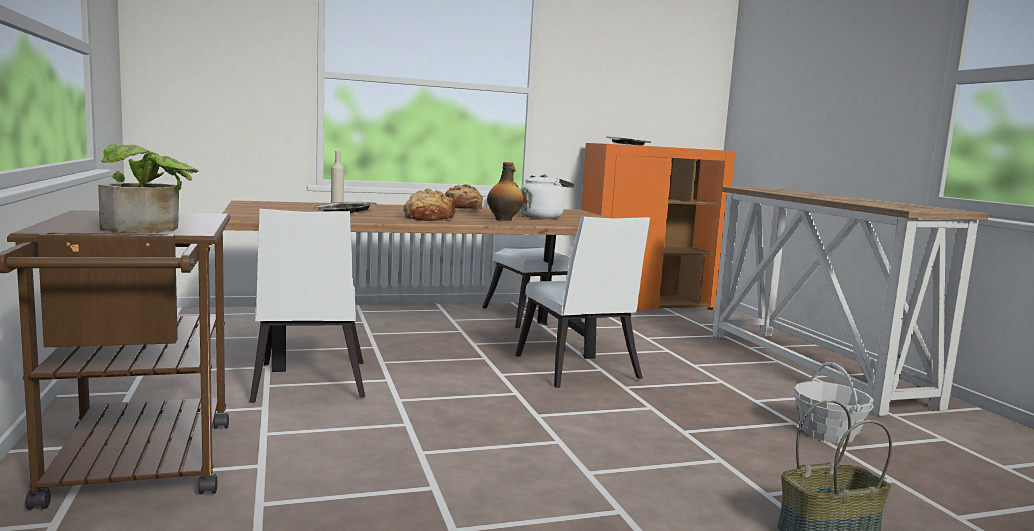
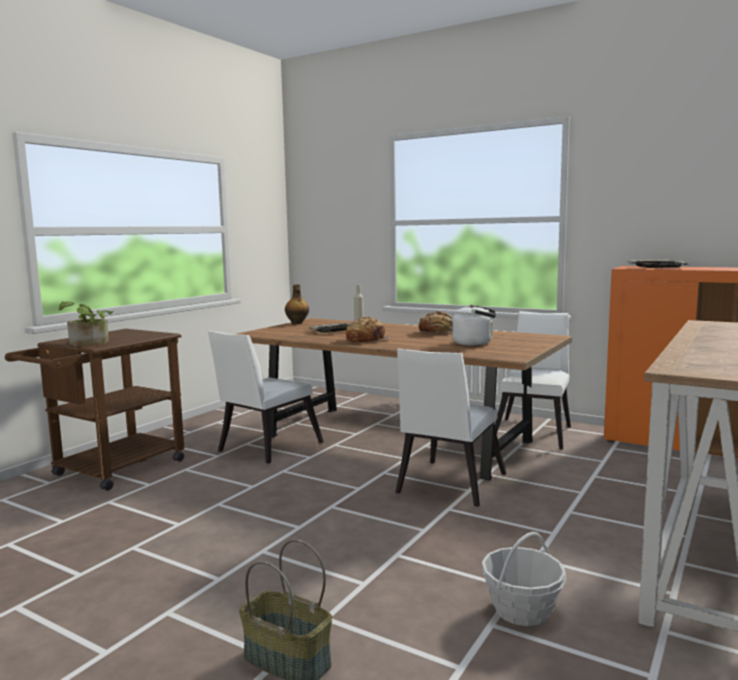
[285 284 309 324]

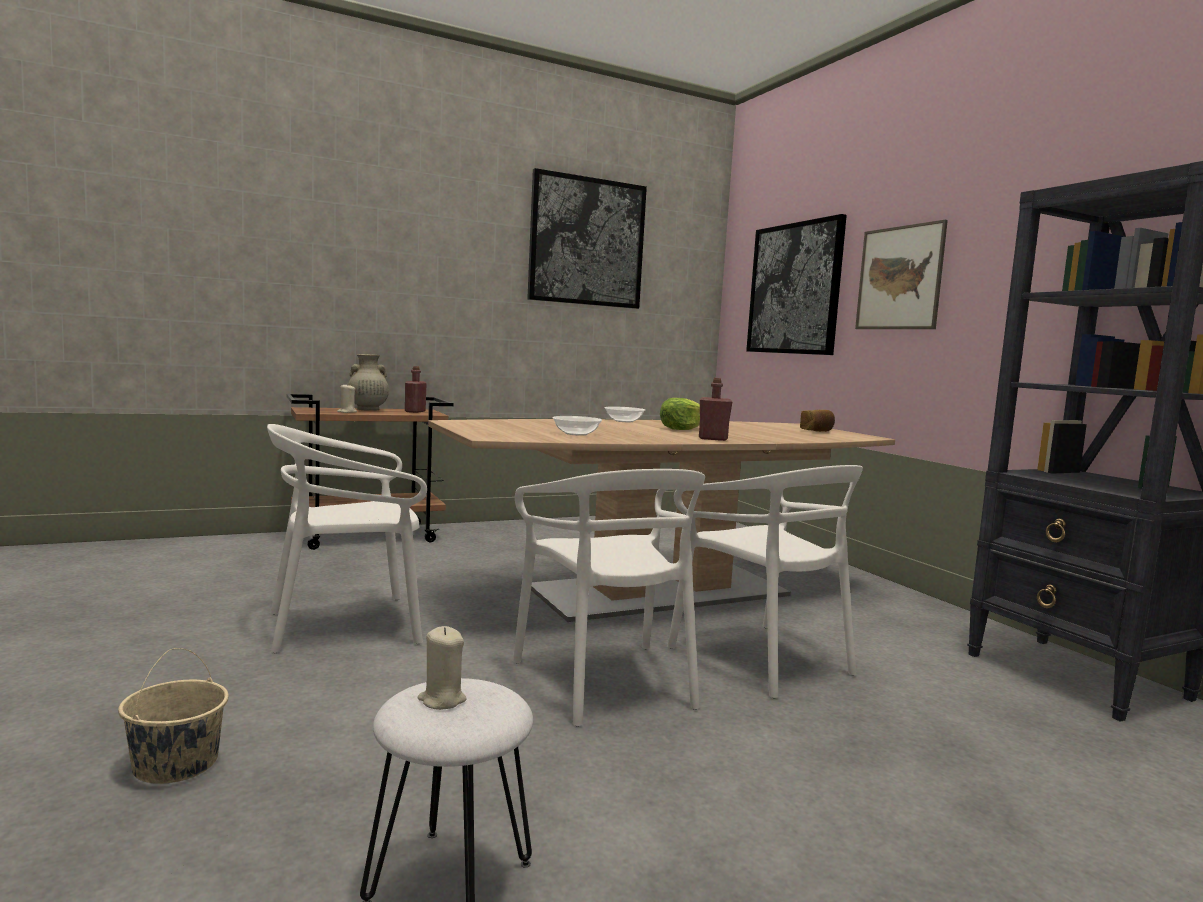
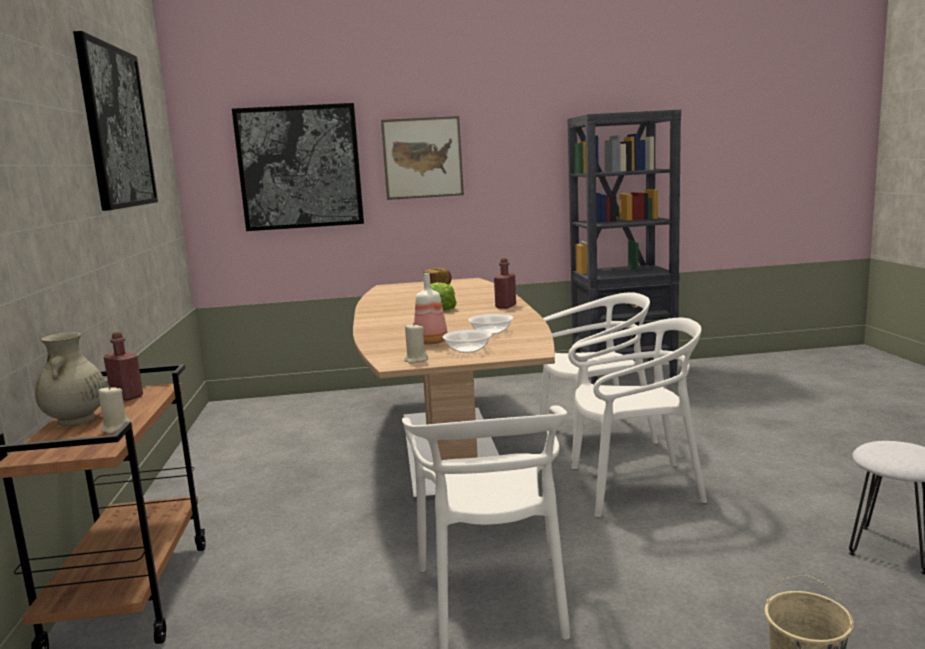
[404 323 428 364]
[443 329 492 353]
[414 273 447 345]

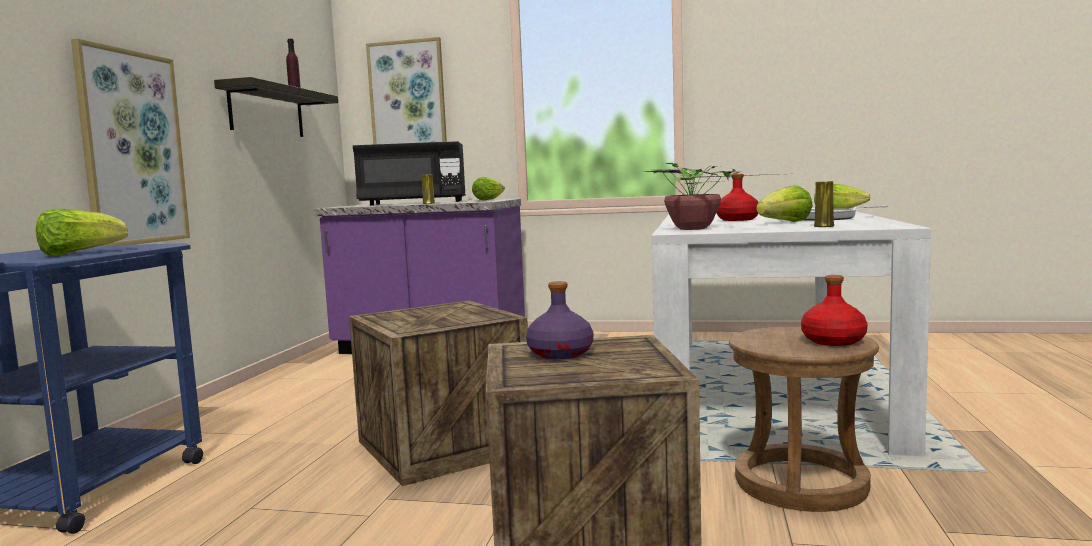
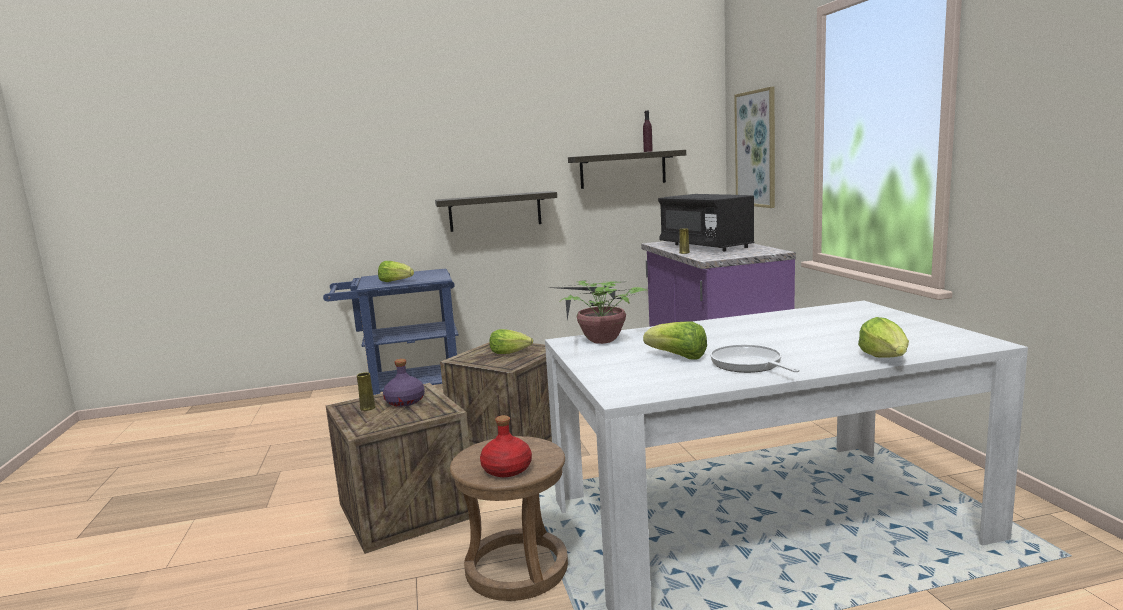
[435 191 557 232]
[489 329 533 354]
[716 174 758 221] (first image)
[357 372 376 411]

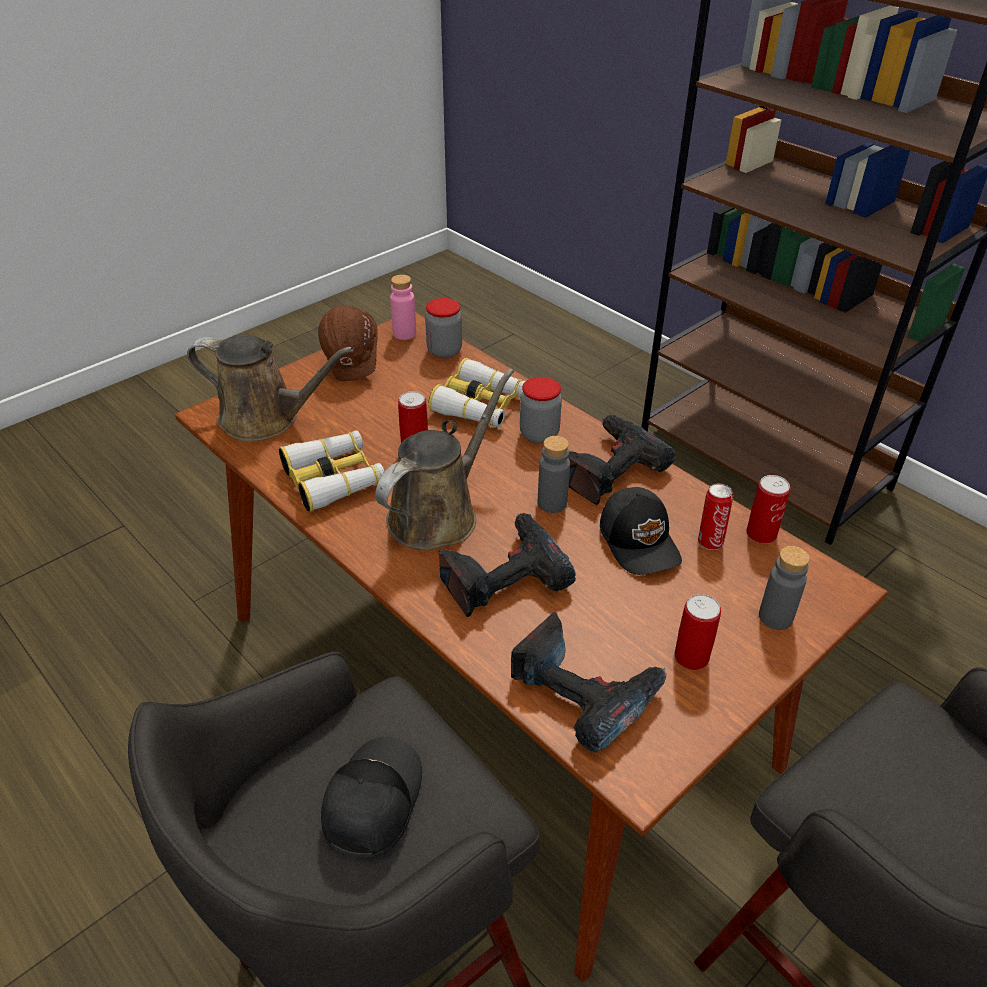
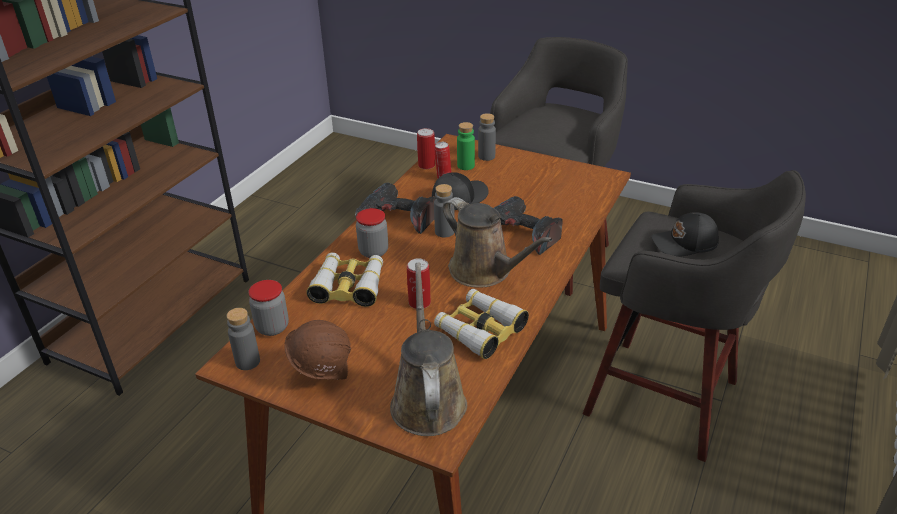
[443 197 553 288]
[227 308 260 370]
[511 612 667 753] (first image)
[674 594 721 670] (first image)
[457 122 475 170]

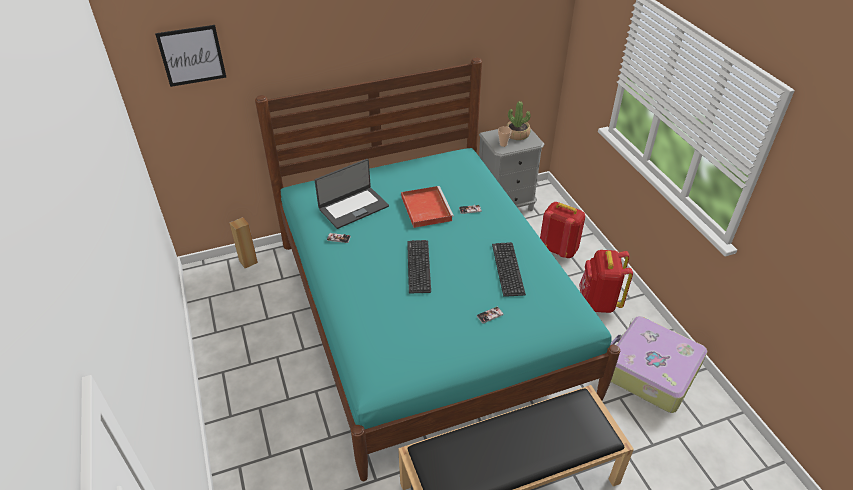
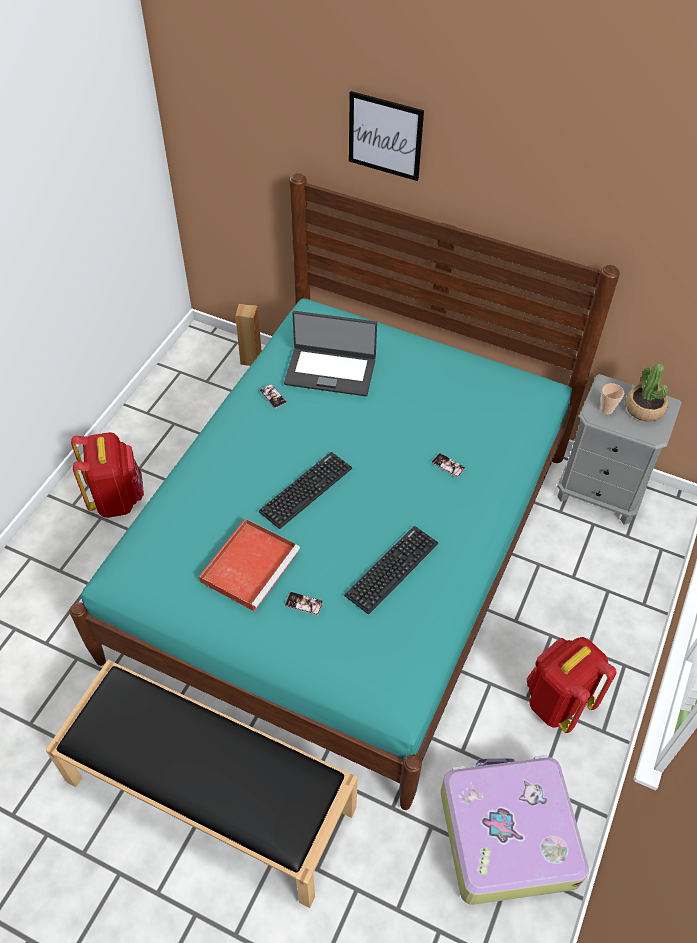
[349 91 424 181]
[199 519 300 612]
[71 432 144 518]

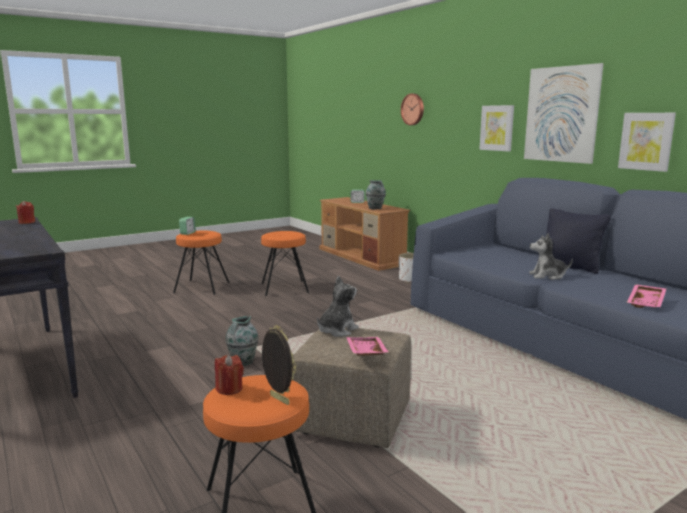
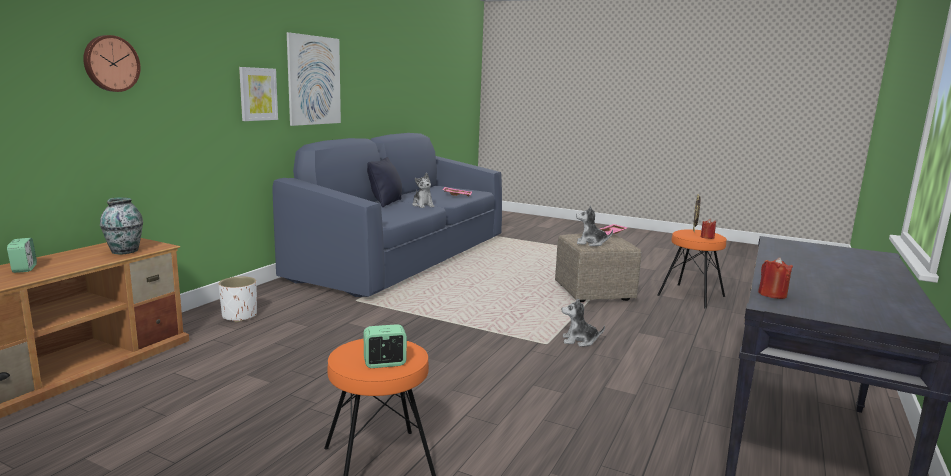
[562 298 605 347]
[261 231 309 296] (first image)
[618 113 676 172] (first image)

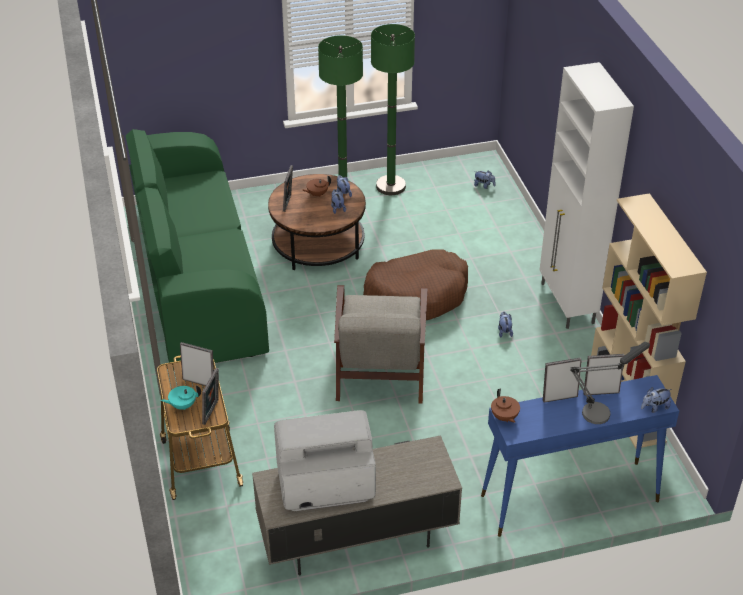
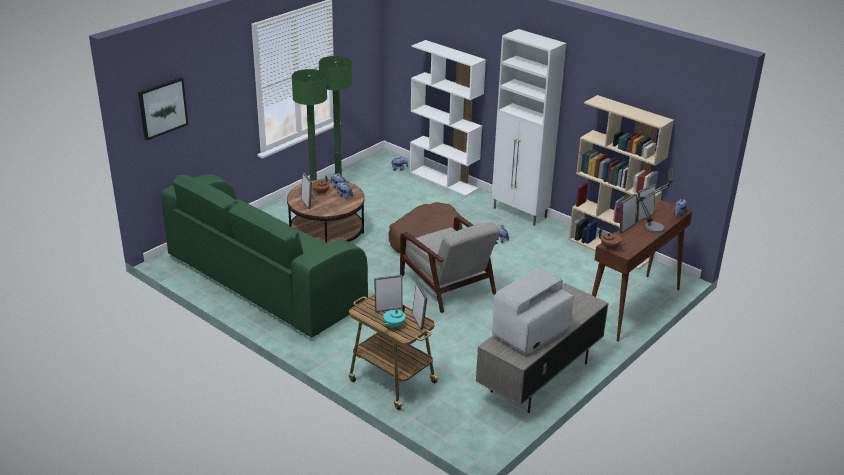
[592 200 692 342]
[138 77 188 140]
[410 40 486 196]

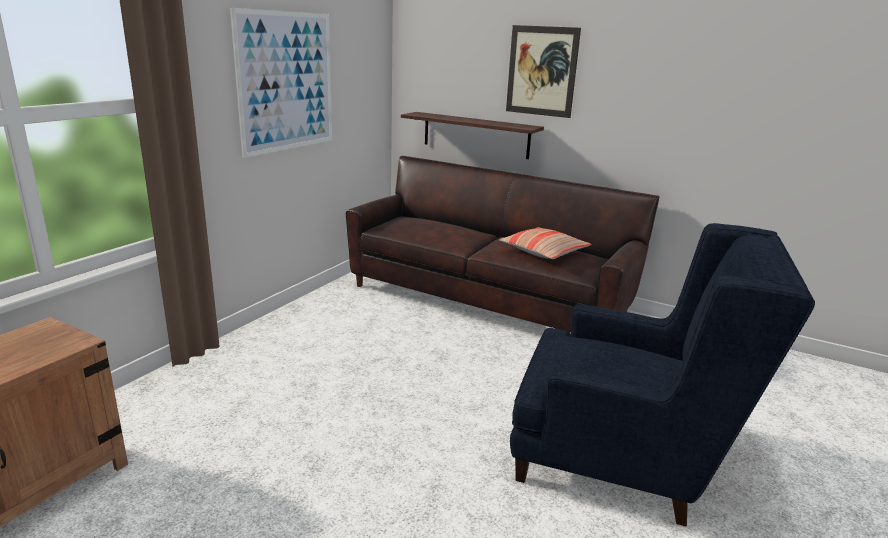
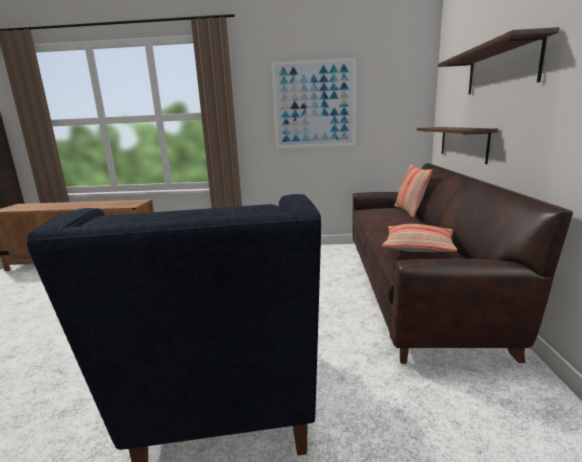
[438 27 559 95]
[394 164 433 217]

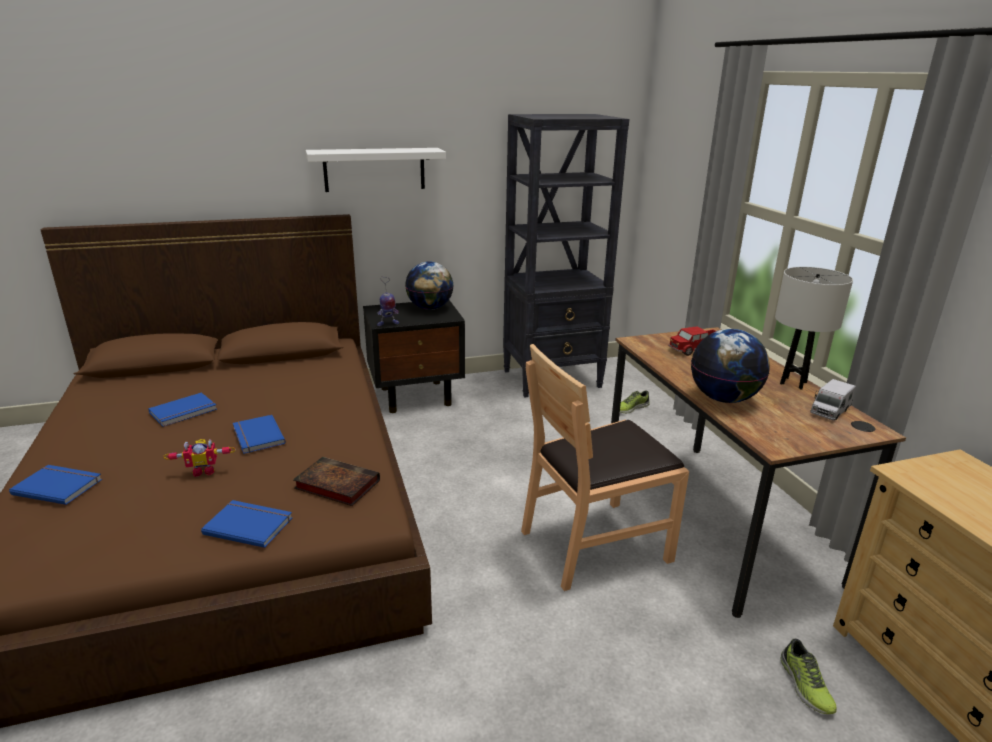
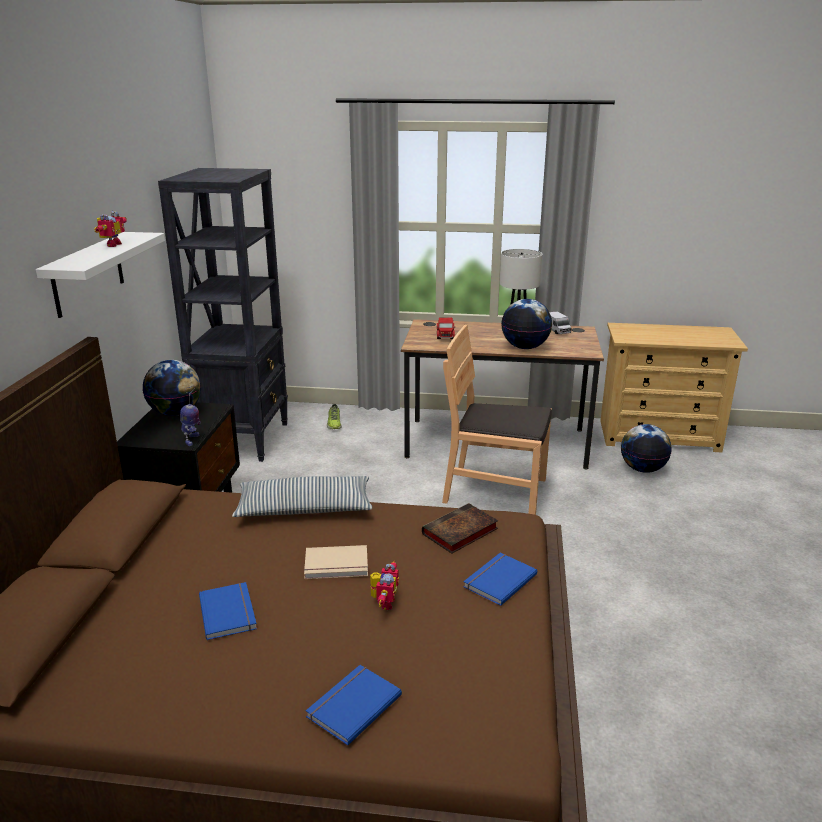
[304 545 368 579]
[442 325 552 515]
[621 424 672 473]
[94 211 127 247]
[232 476 372 517]

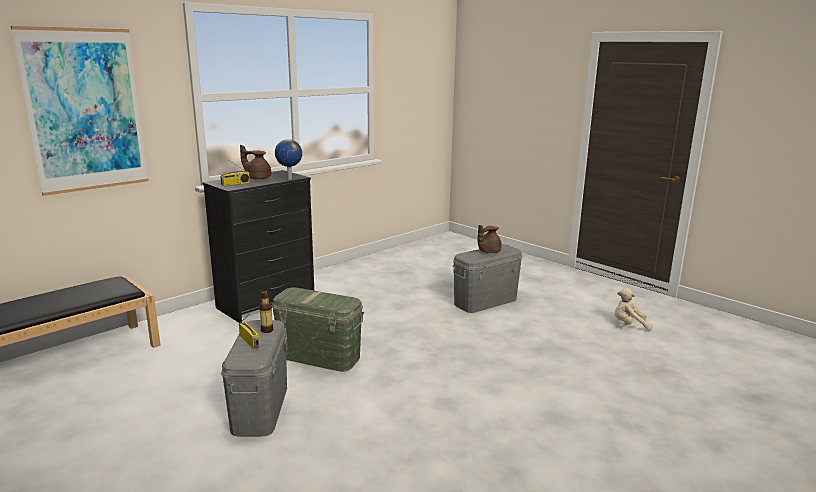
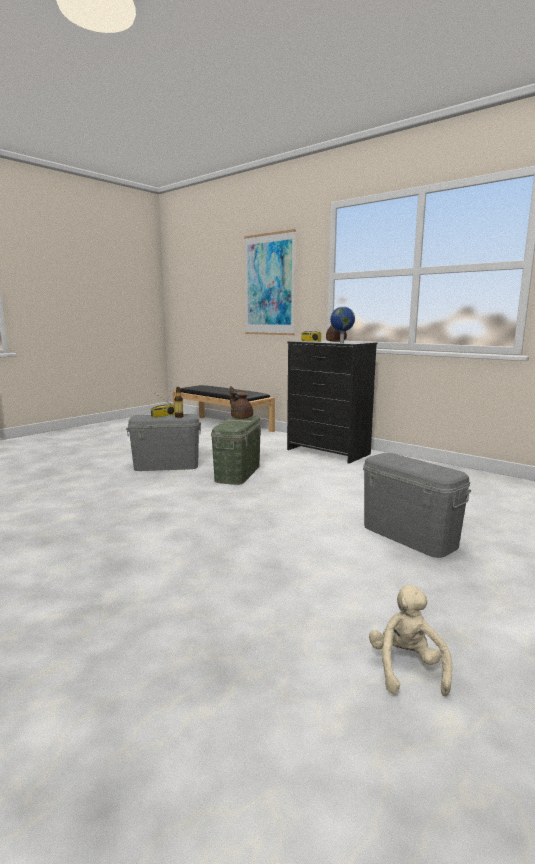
[230 386 253 419]

